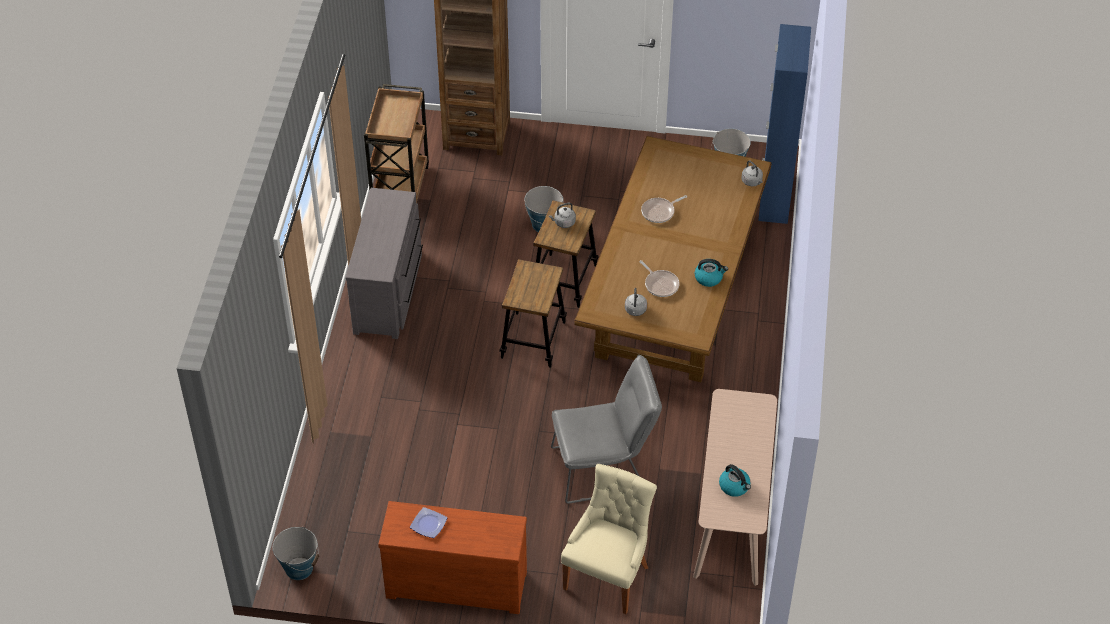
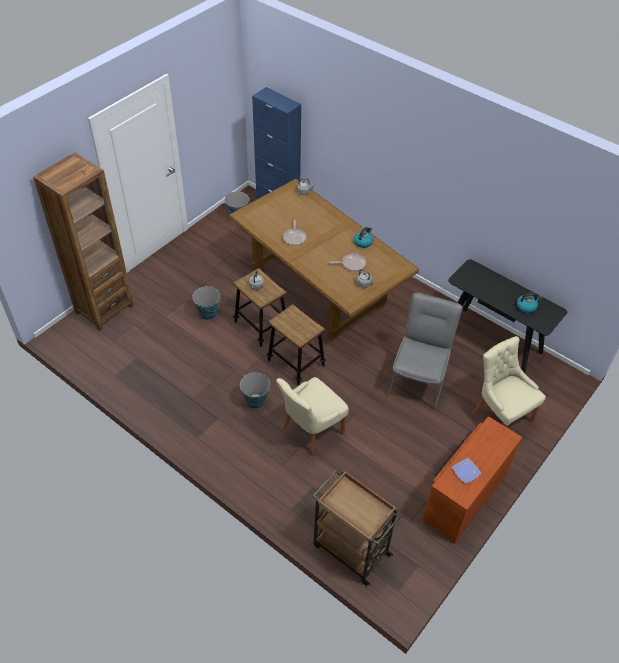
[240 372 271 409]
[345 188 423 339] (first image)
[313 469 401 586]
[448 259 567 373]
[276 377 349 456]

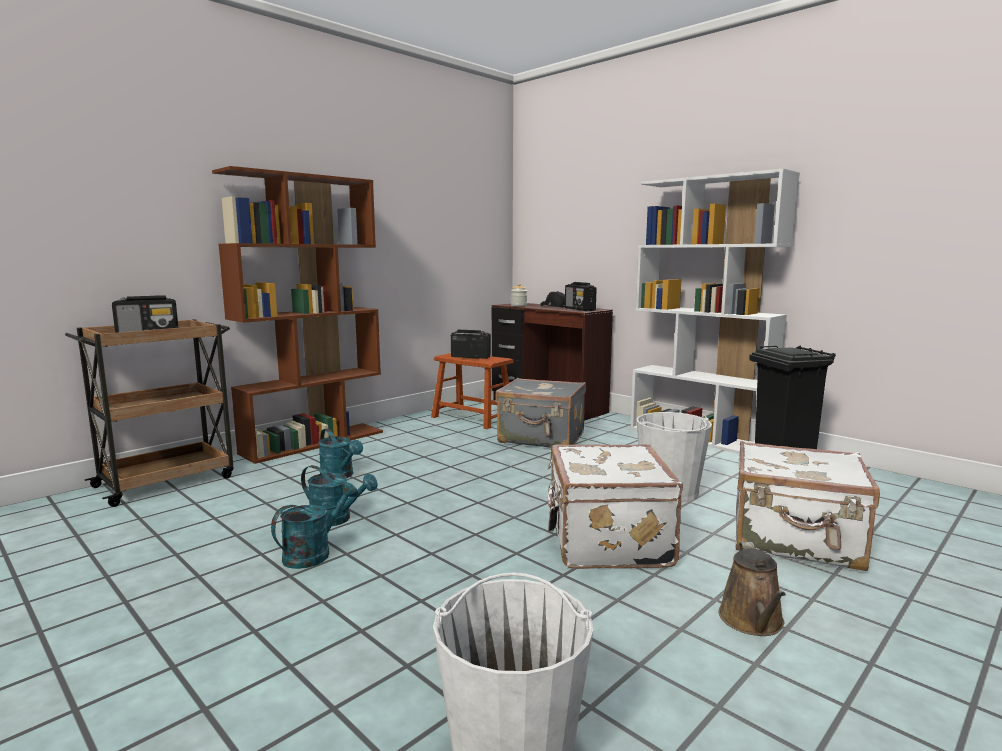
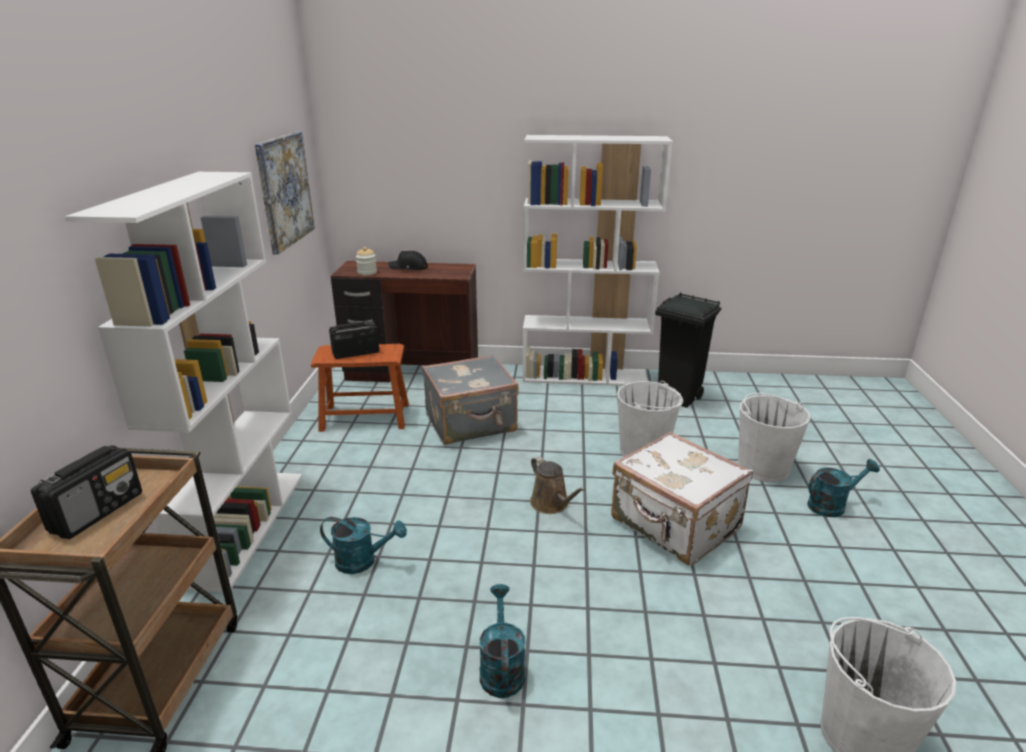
[65 172 302 592]
[807 459 880 517]
[565 282 597 311] (first image)
[530 456 586 514]
[738 393 810 482]
[255 131 315 255]

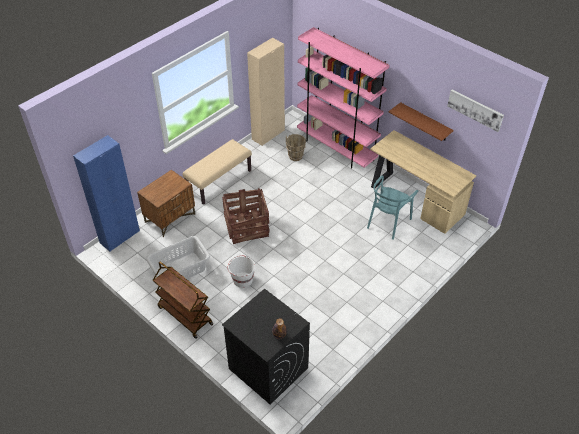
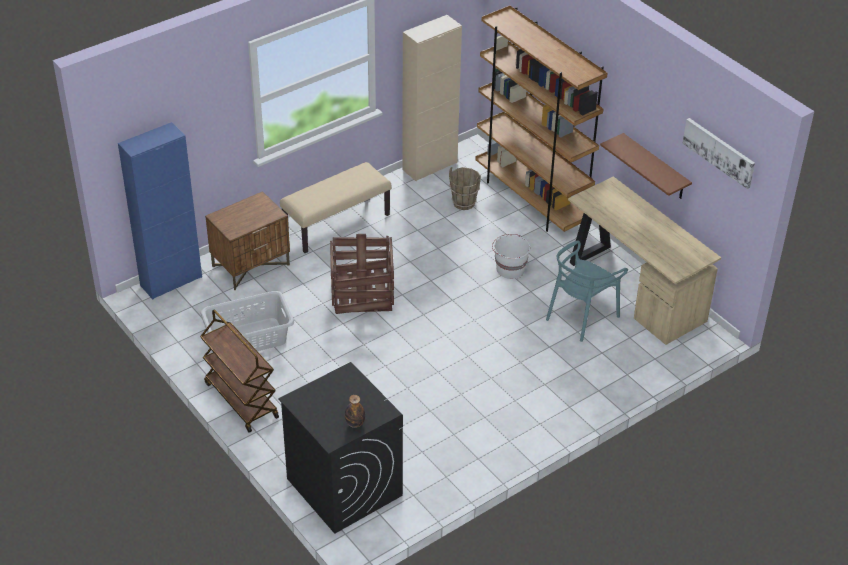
[492 234 530 279]
[475 5 608 232]

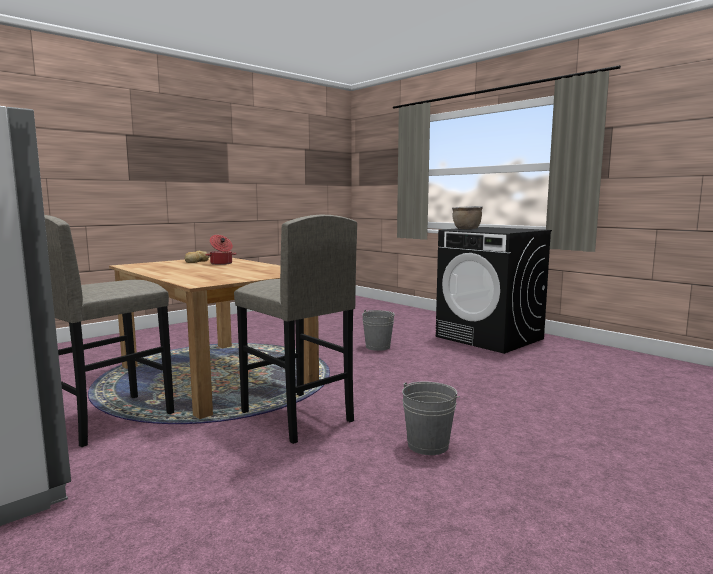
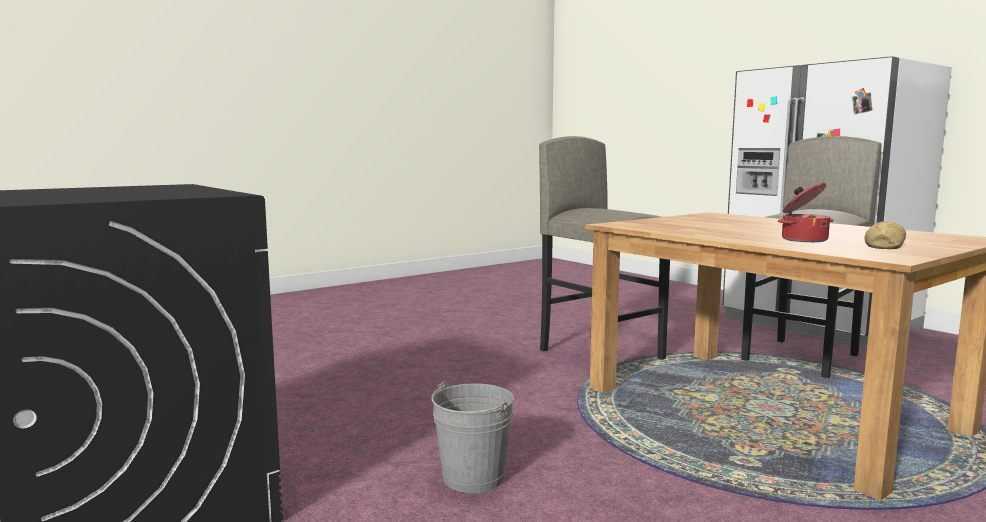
[402 382 460 455] (first image)
[452 206 483 229] (first image)

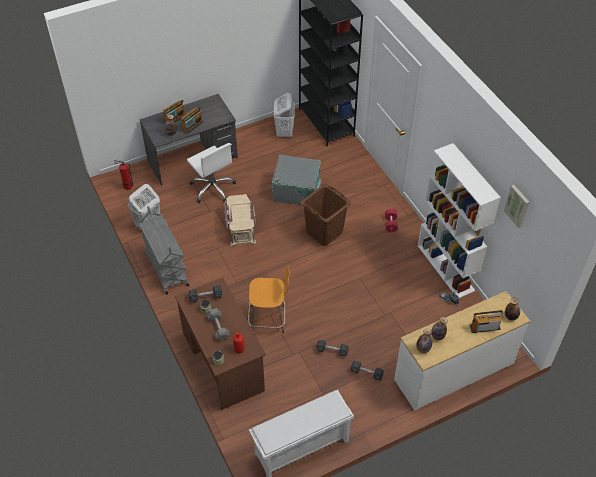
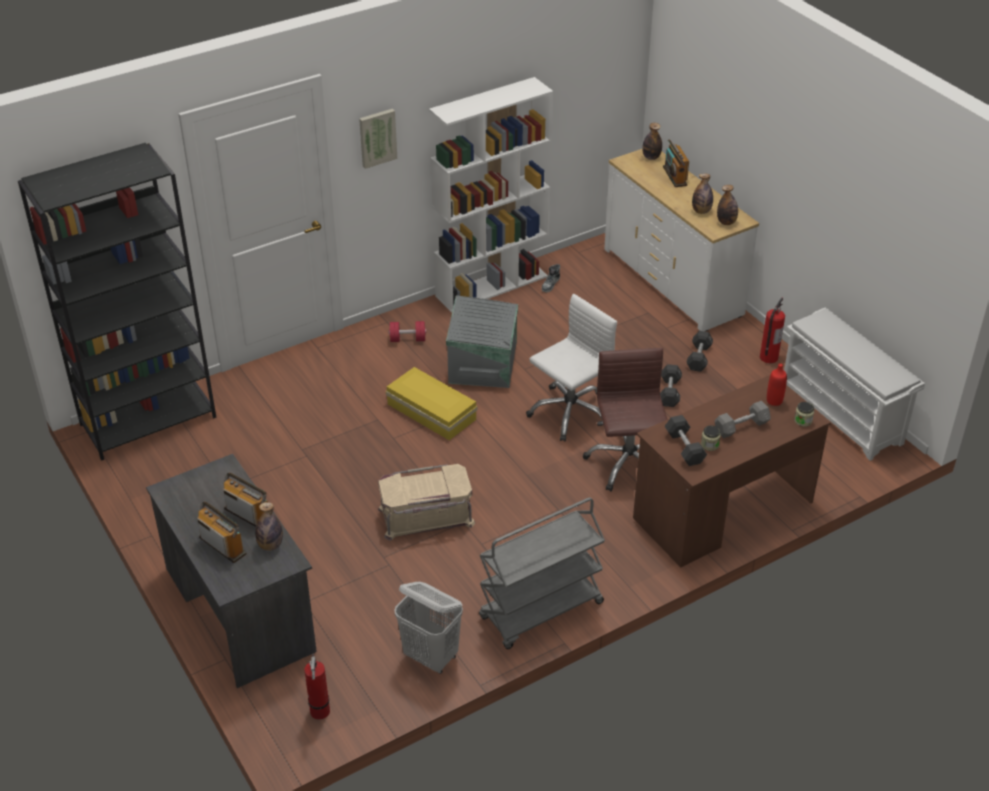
[526 294 617 441]
[583 348 668 492]
[446 295 518 388]
[274 93 295 137] (first image)
[386 367 477 440]
[359 109 397 169]
[760 298 785 363]

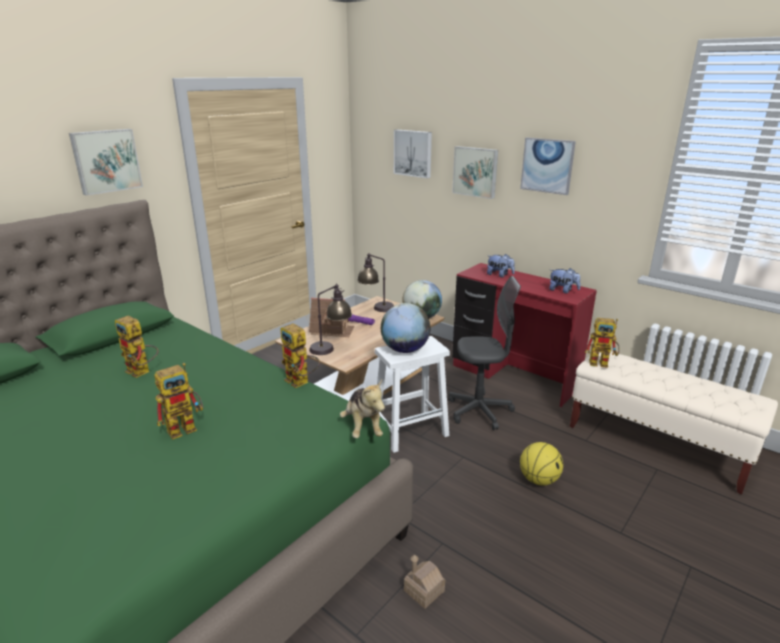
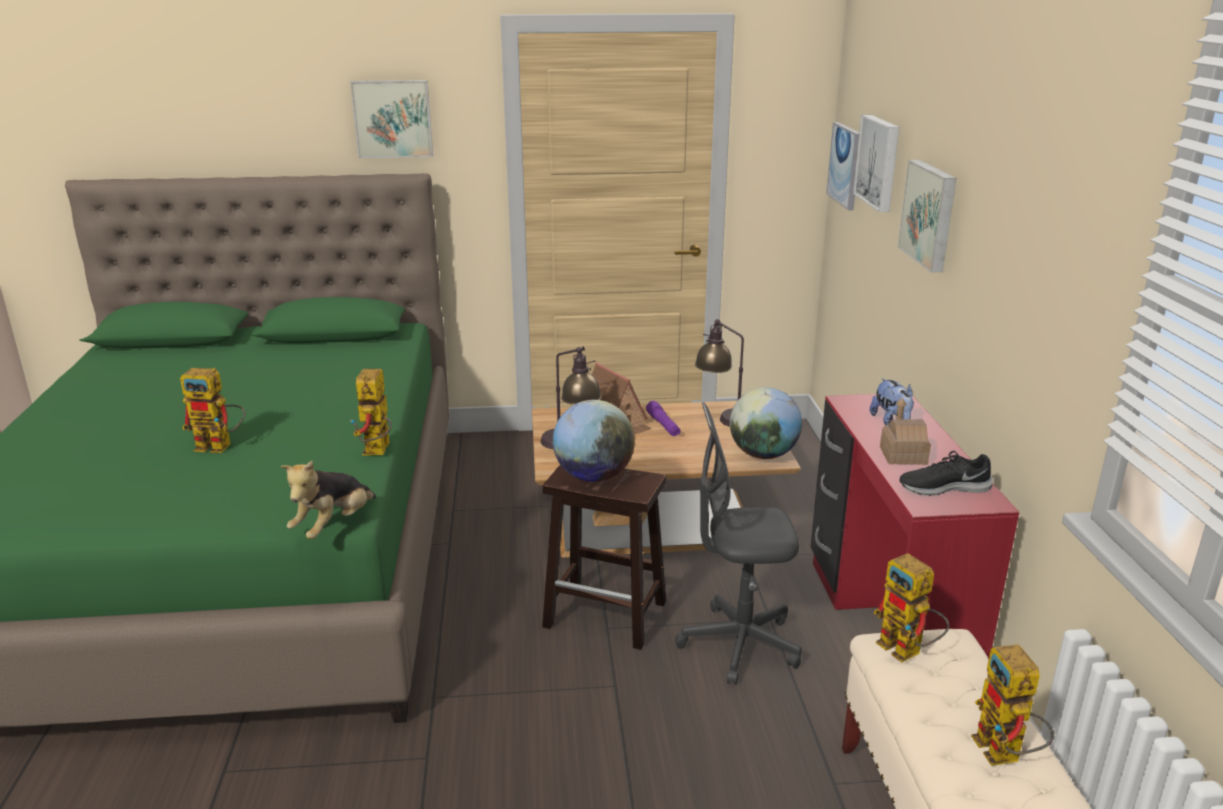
[971 644 1054 766]
[542 465 666 650]
[880 398 931 465]
[675 402 802 685]
[827 122 859 210]
[520 442 563 485] (first image)
[899 451 993 496]

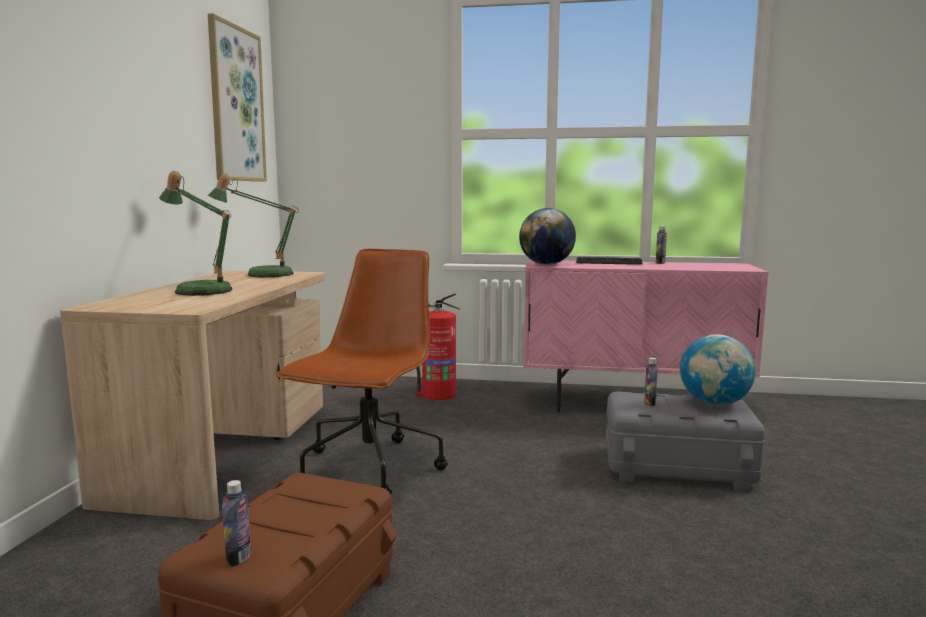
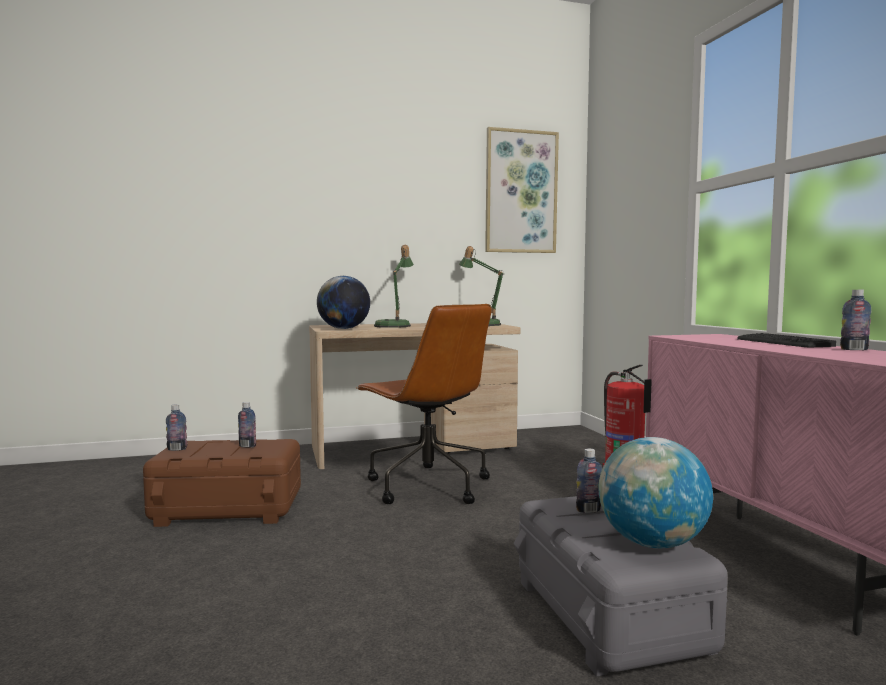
[356 304 491 504]
[317 276 370 329]
[238 402 256 447]

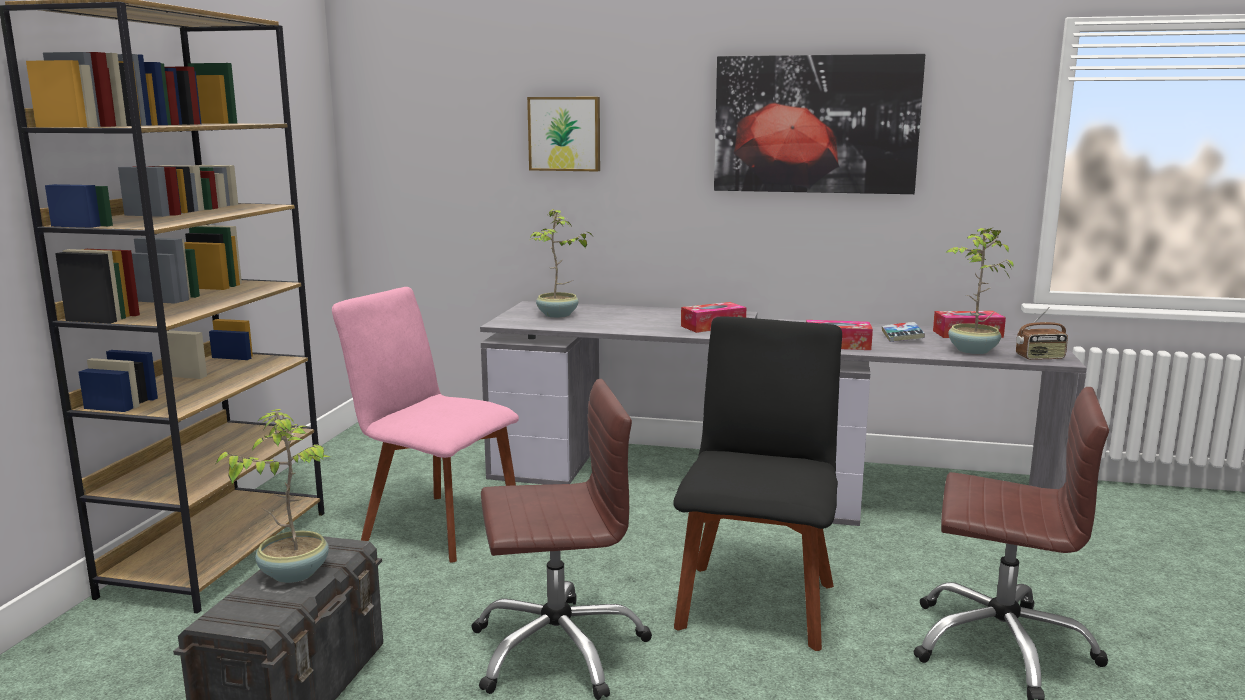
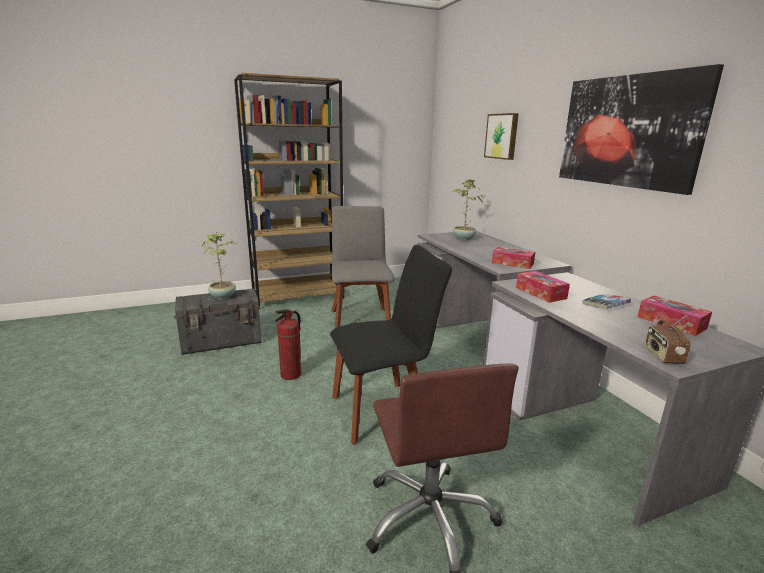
[331 206 394 328]
[275 309 301 380]
[946 228 1014 354] (first image)
[645 315 691 364]

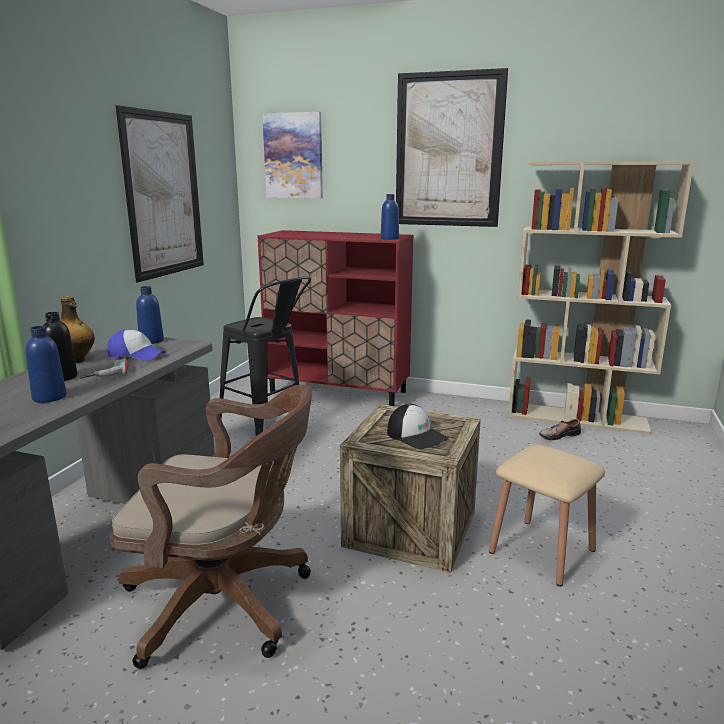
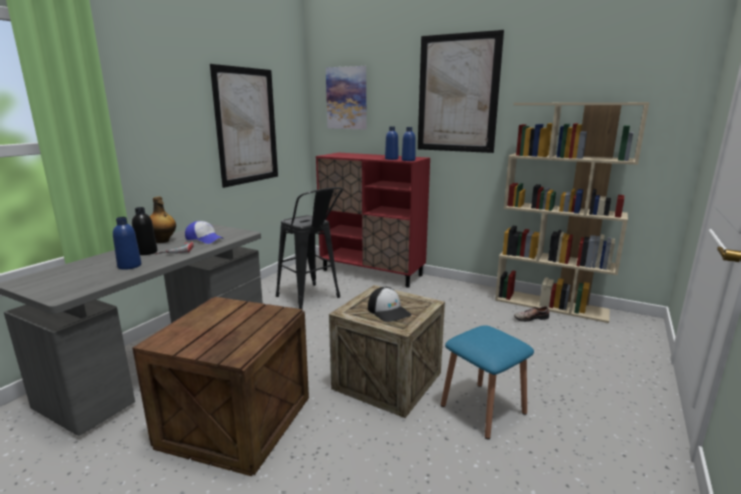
[132 297 309 476]
[385 126 399 160]
[441 325 534 439]

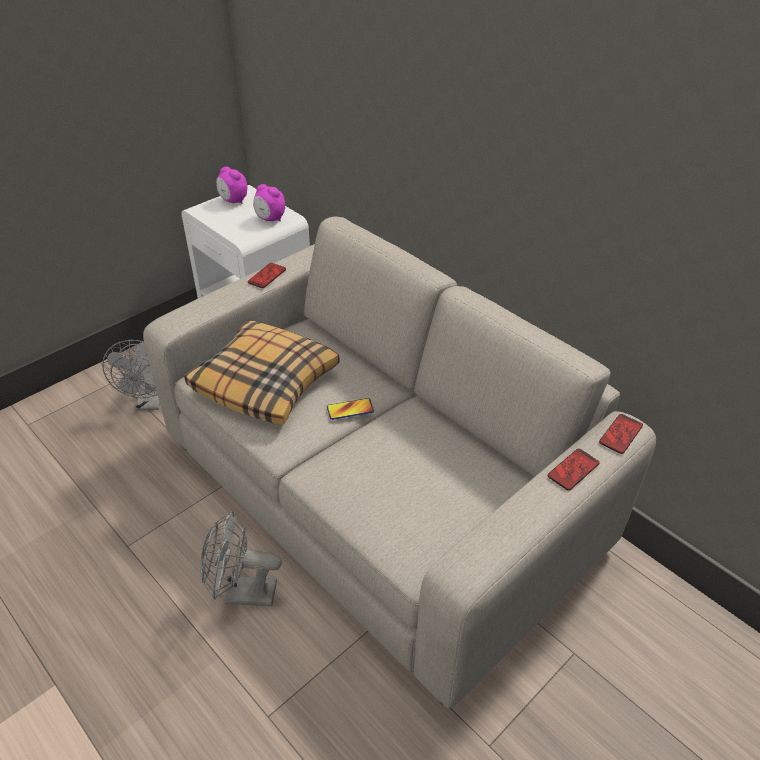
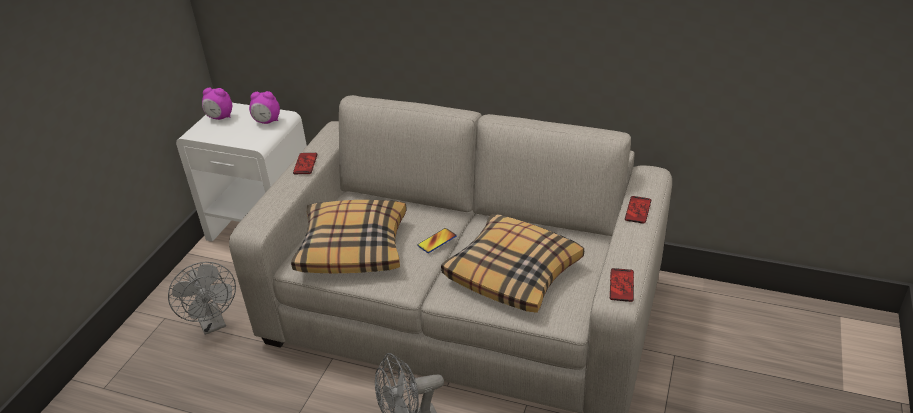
[610 268 634 302]
[441 214 584 313]

